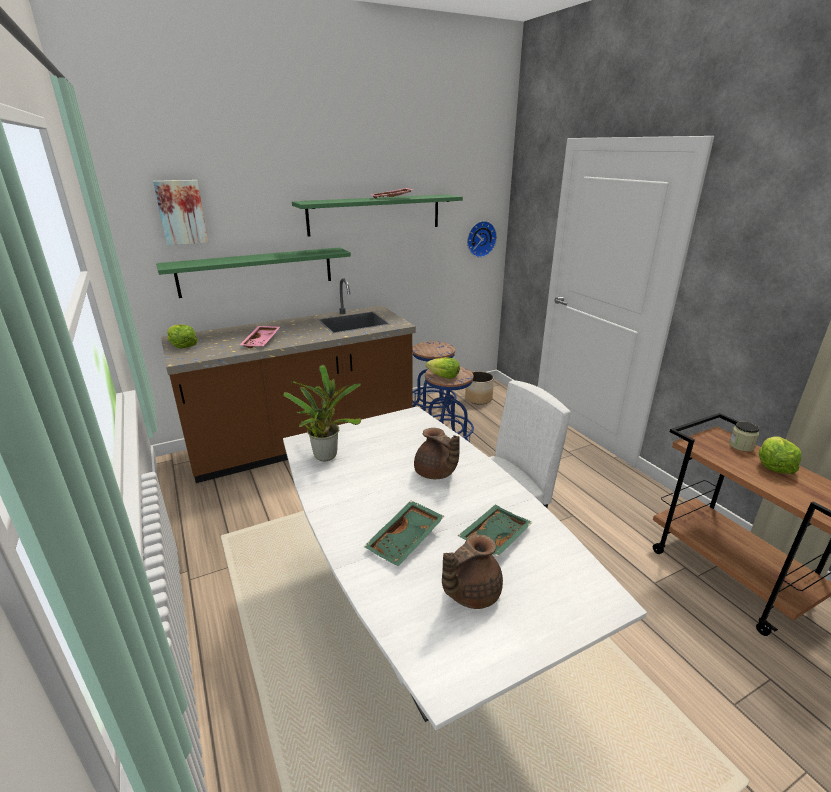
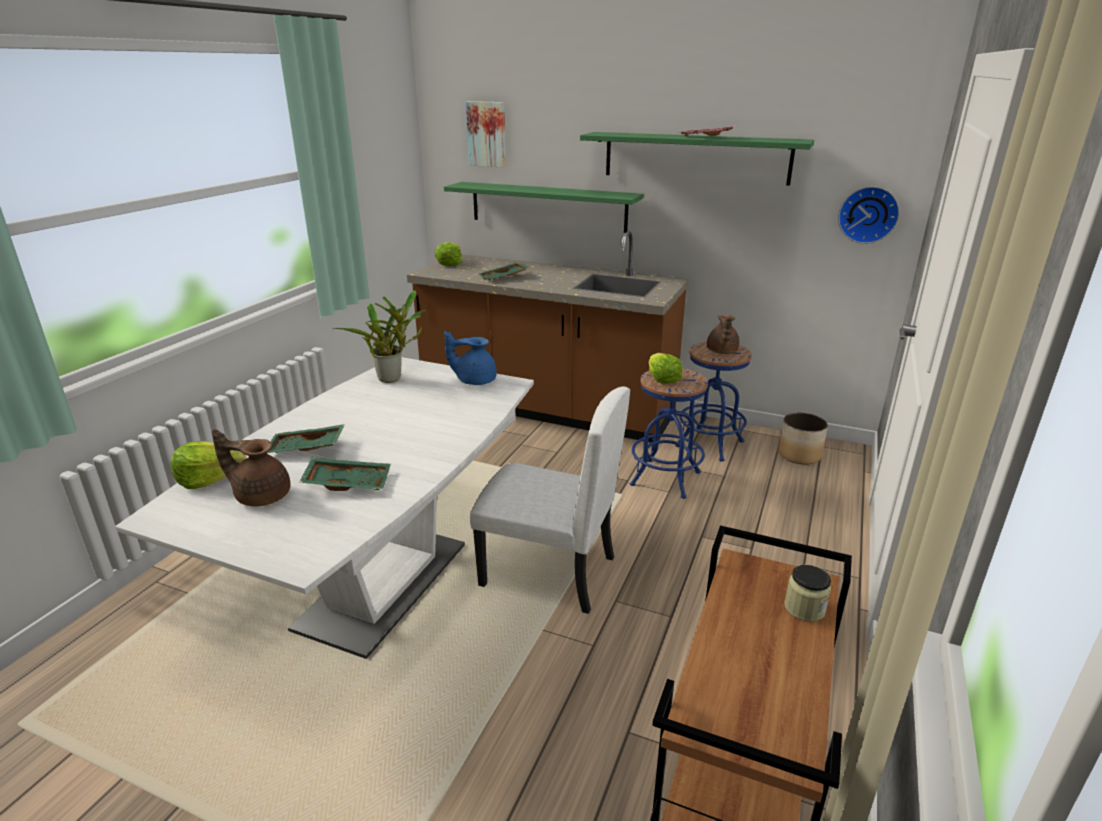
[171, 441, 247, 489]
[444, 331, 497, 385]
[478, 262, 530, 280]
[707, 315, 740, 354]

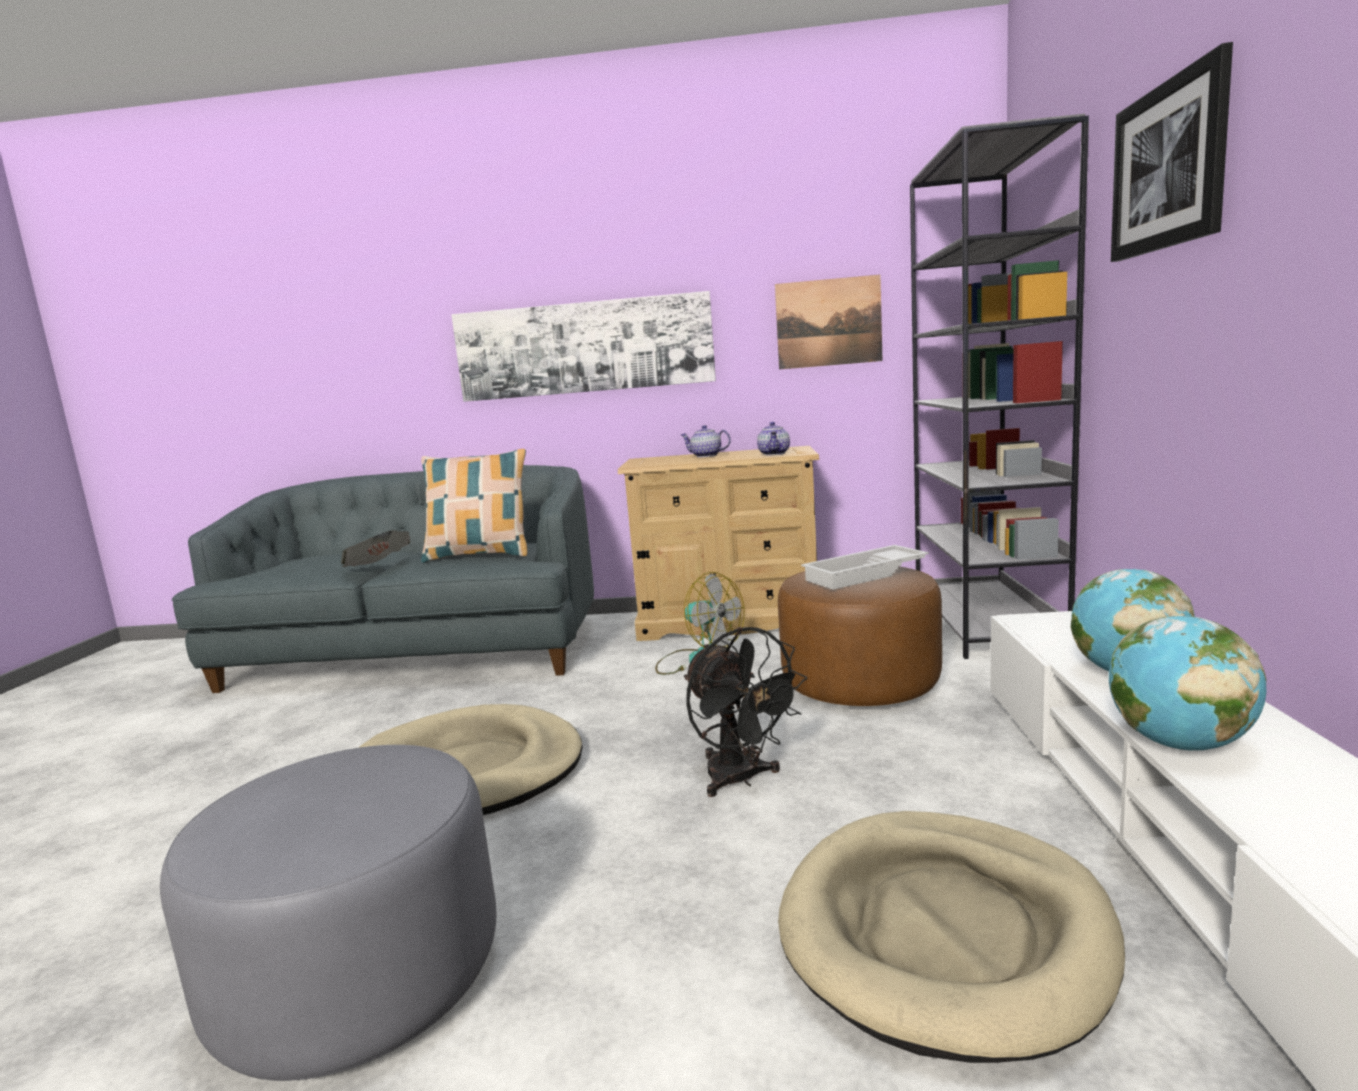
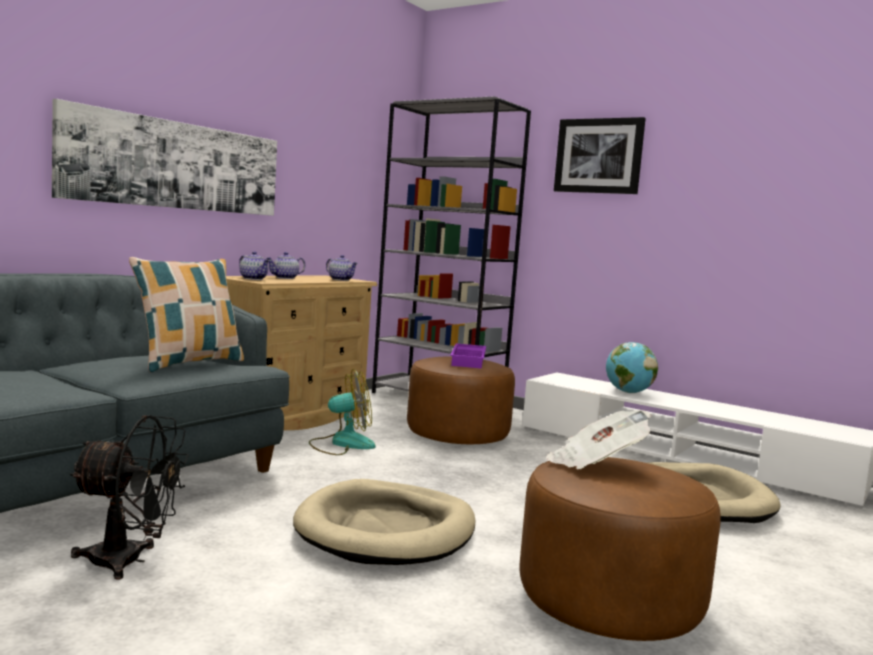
[69, 415, 189, 580]
[239, 251, 270, 280]
[450, 343, 486, 369]
[520, 457, 721, 641]
[546, 410, 652, 469]
[775, 275, 883, 370] (first image)
[1109, 616, 1266, 750] (first image)

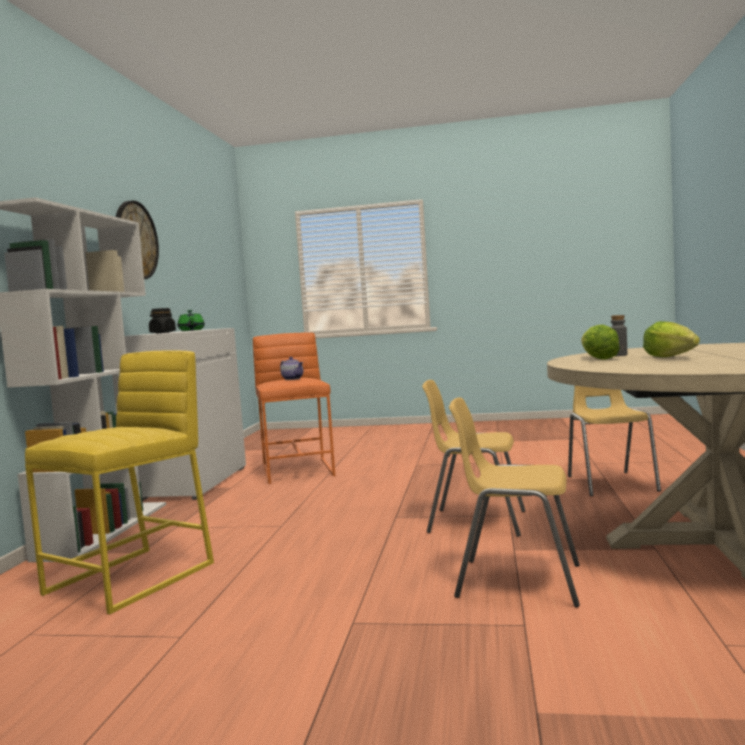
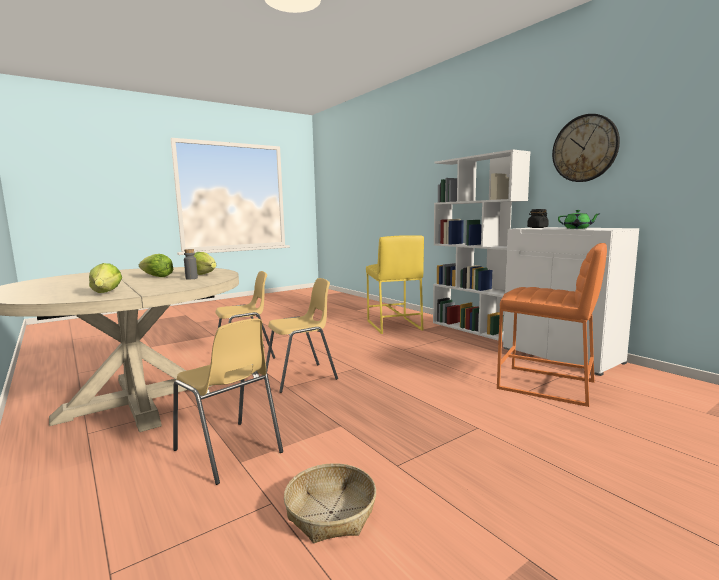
[89, 263, 122, 293]
[284, 463, 376, 543]
[280, 357, 303, 380] (first image)

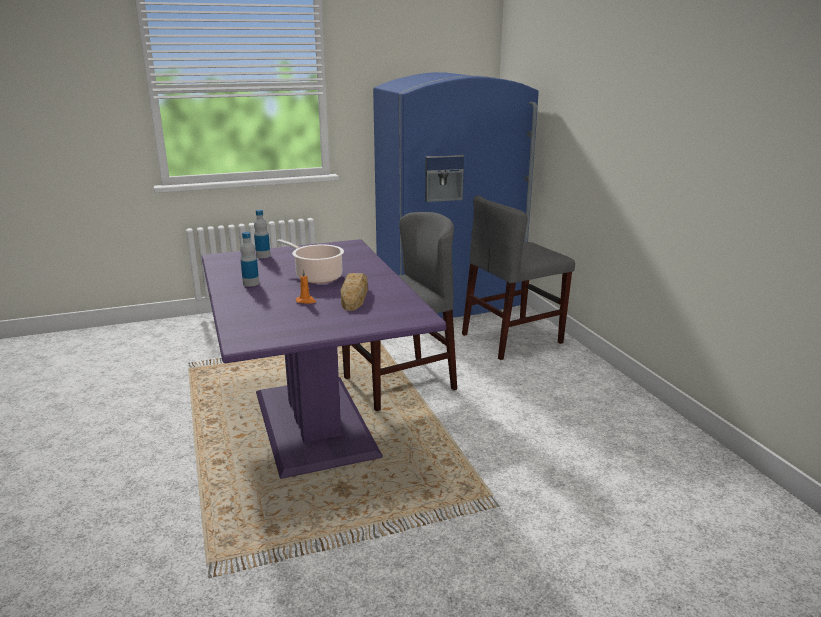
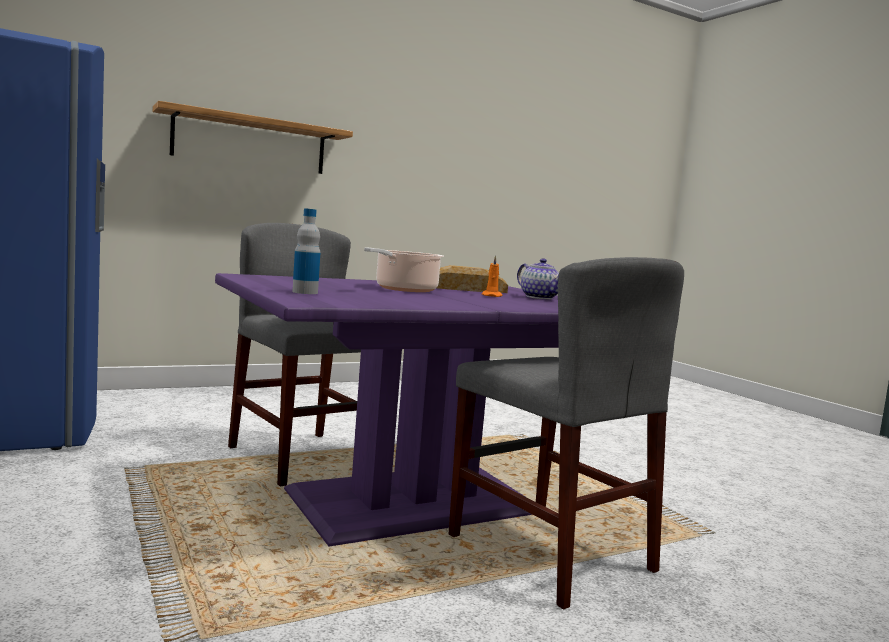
[153, 101, 353, 174]
[449, 257, 684, 610]
[517, 259, 559, 300]
[240, 232, 259, 287] (first image)

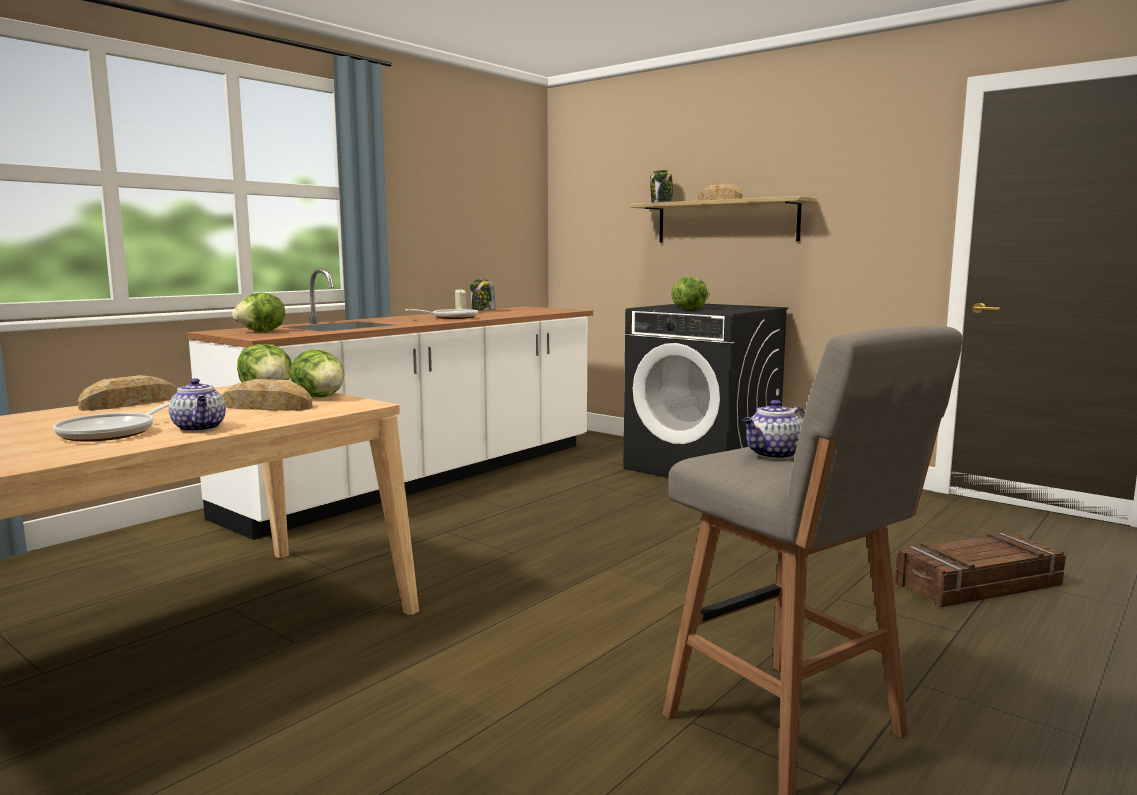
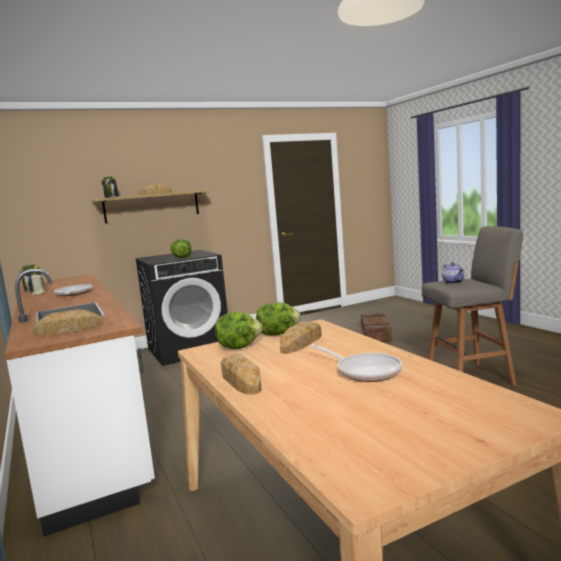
[32, 309, 103, 336]
[169, 378, 226, 432] (first image)

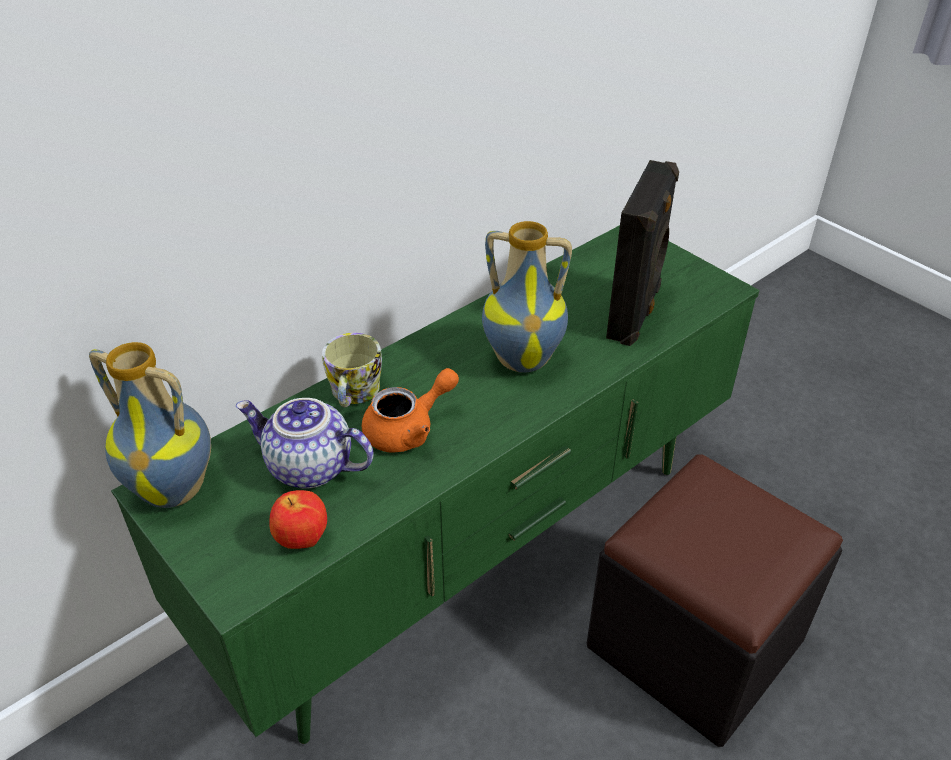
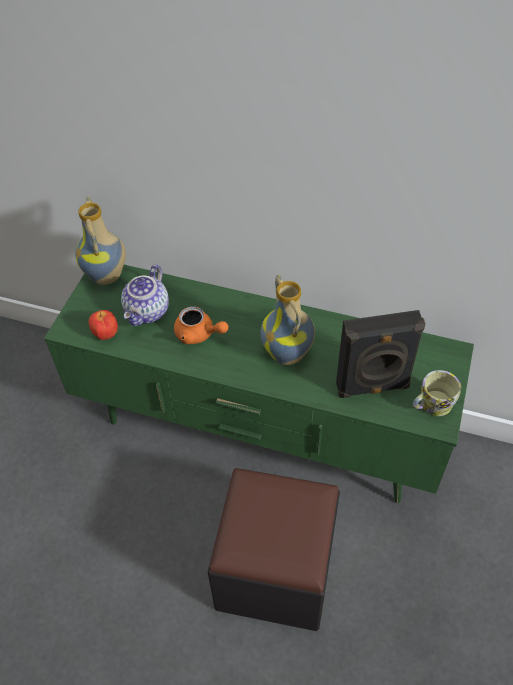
[121, 264, 169, 326]
[413, 370, 461, 416]

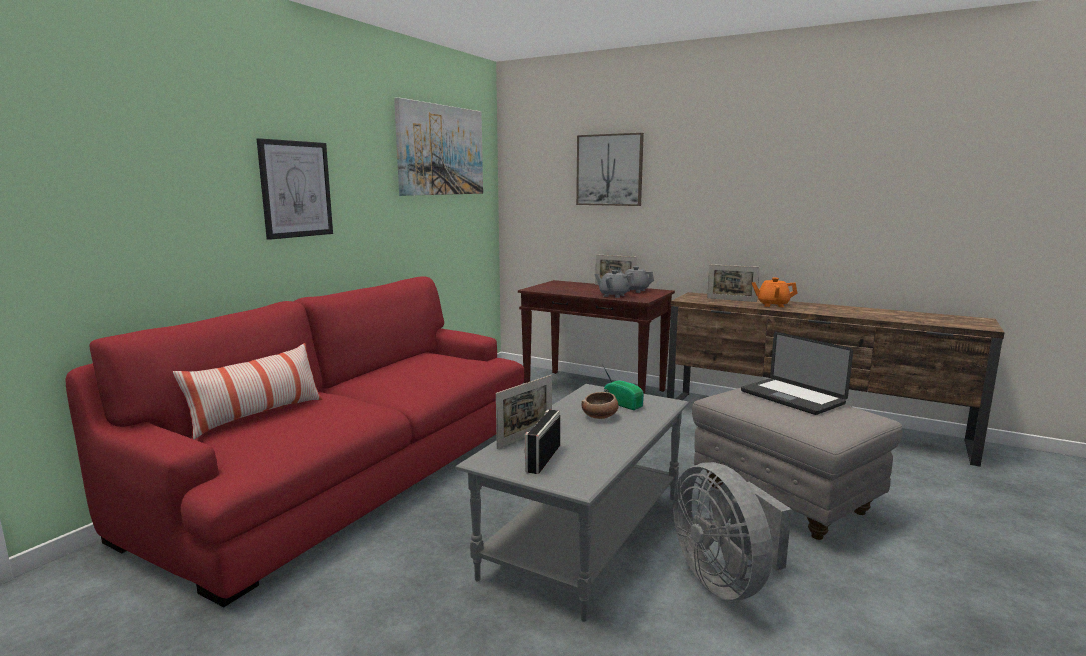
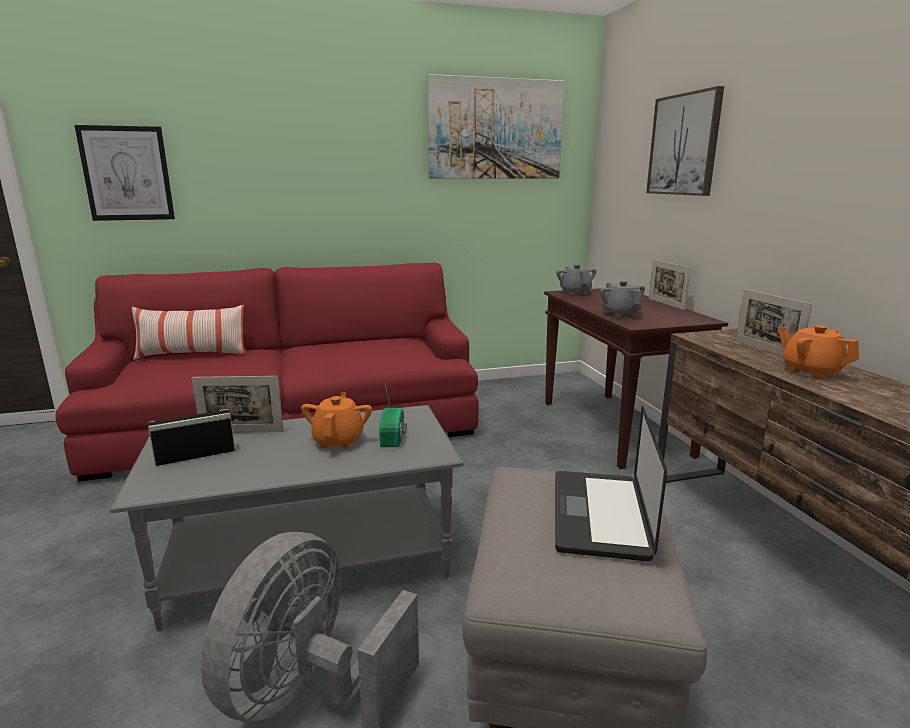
[74, 125, 175, 221]
[301, 393, 372, 449]
[556, 264, 597, 295]

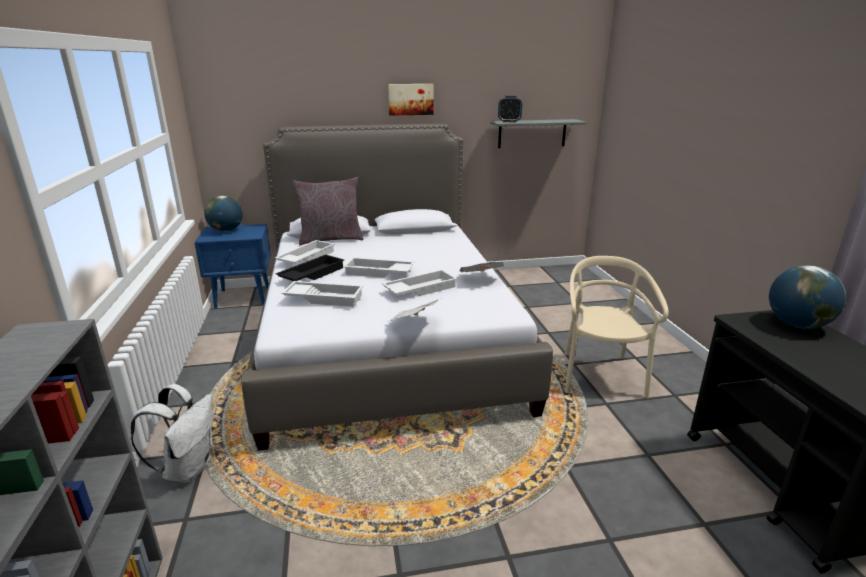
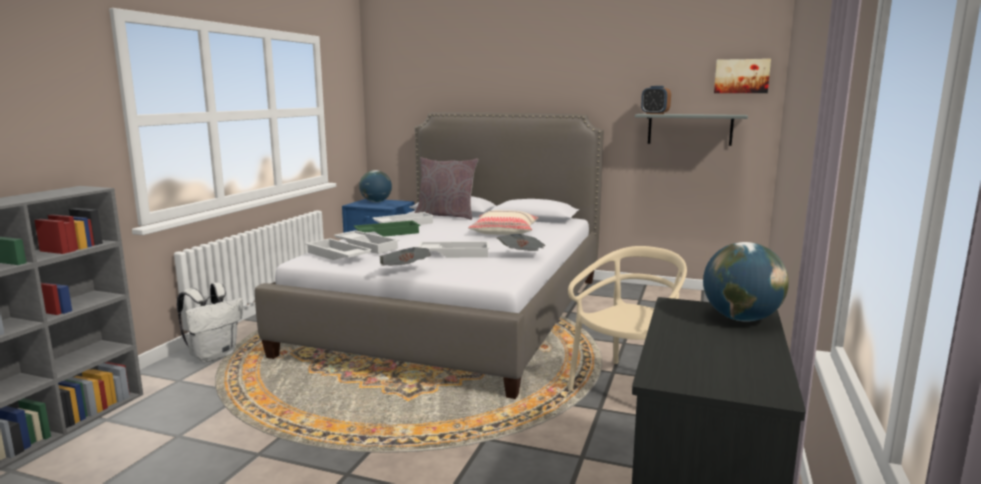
[305, 238, 373, 260]
[354, 220, 420, 237]
[468, 210, 538, 235]
[714, 59, 771, 93]

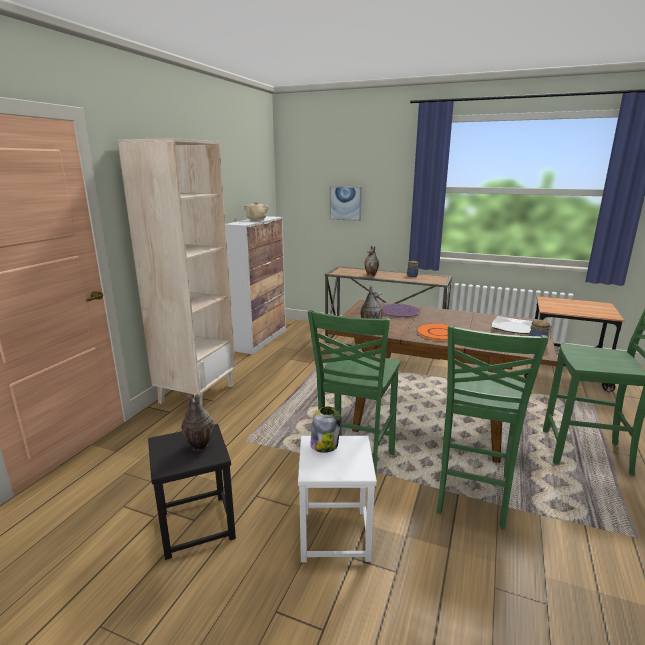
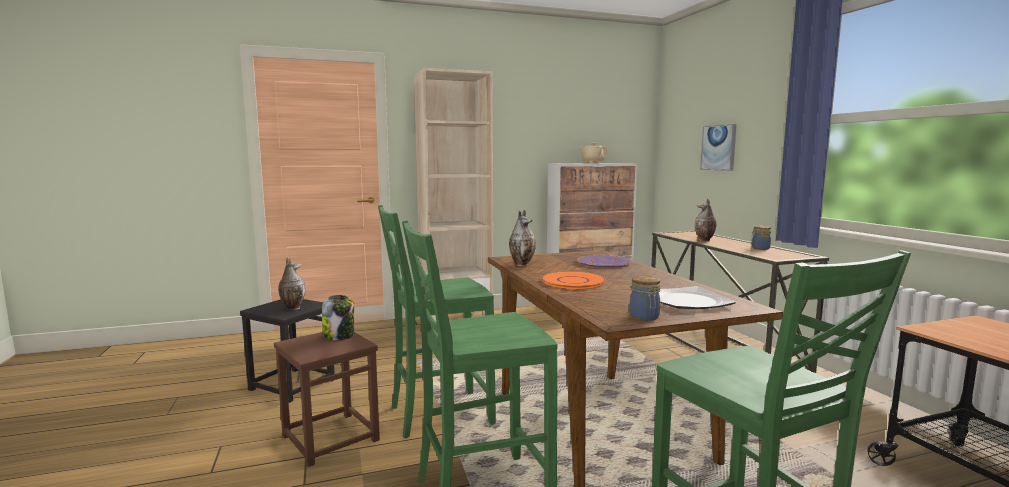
[274, 332, 380, 467]

